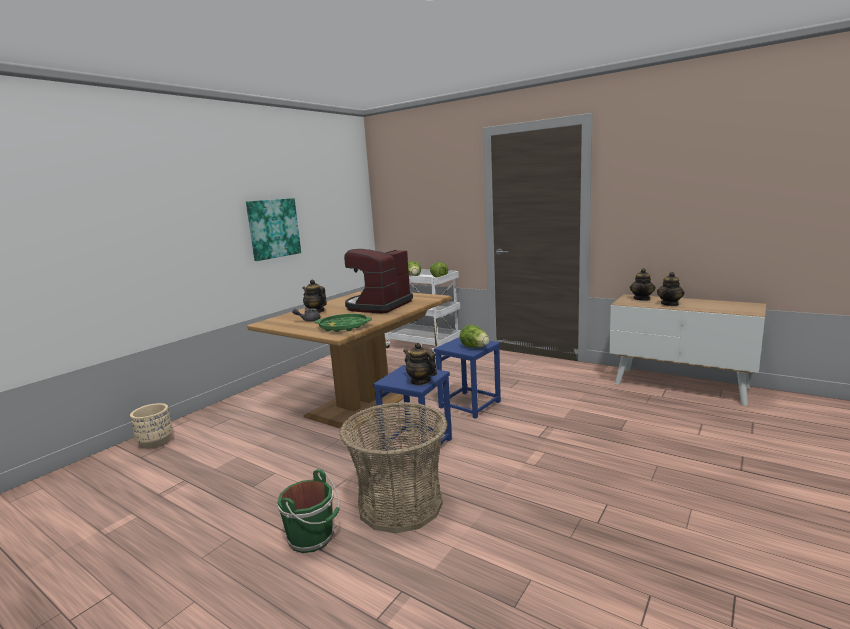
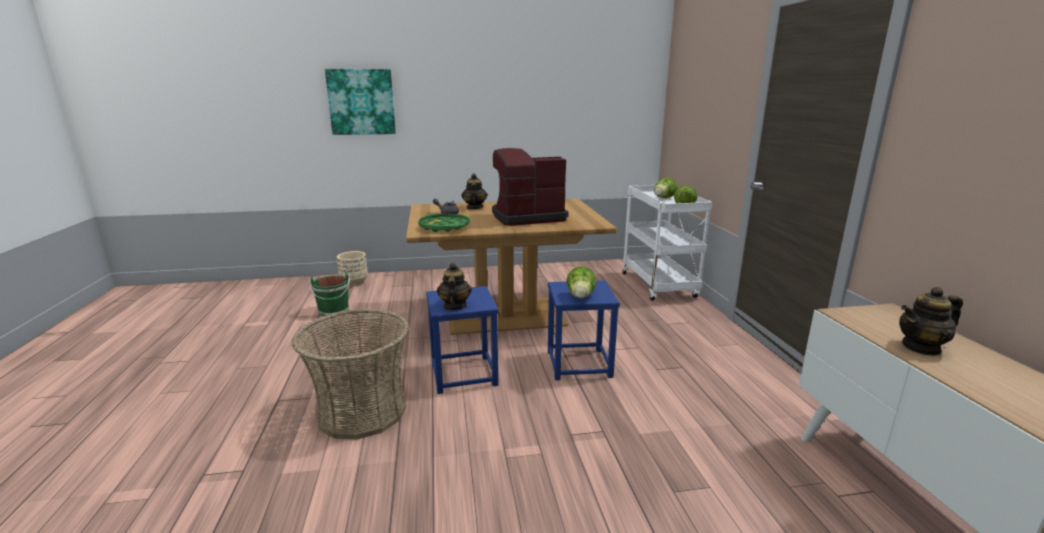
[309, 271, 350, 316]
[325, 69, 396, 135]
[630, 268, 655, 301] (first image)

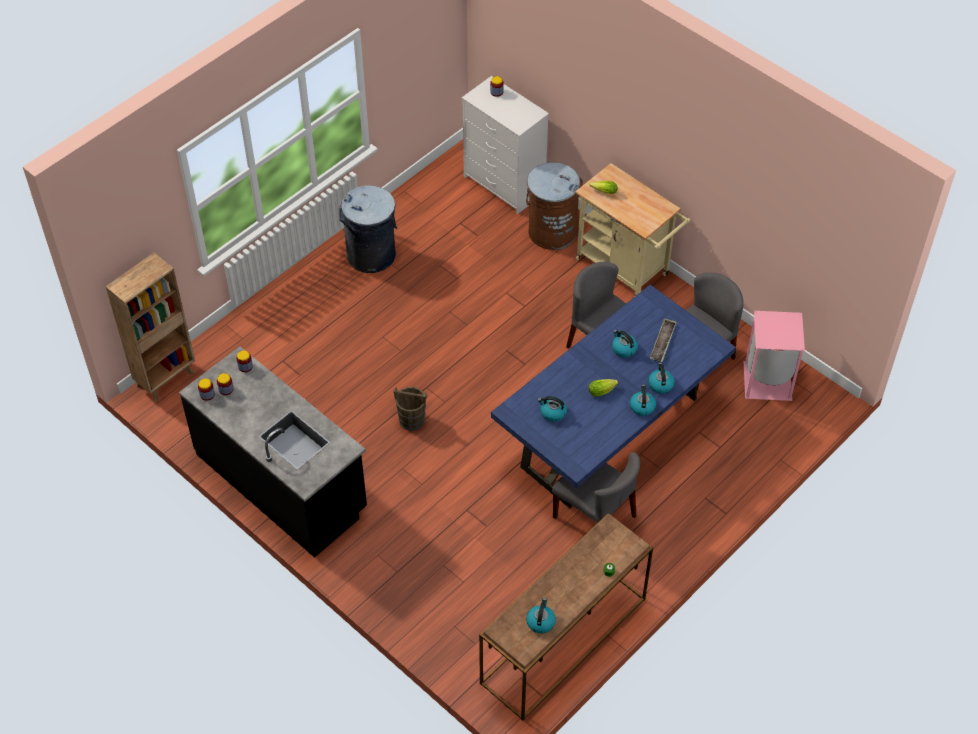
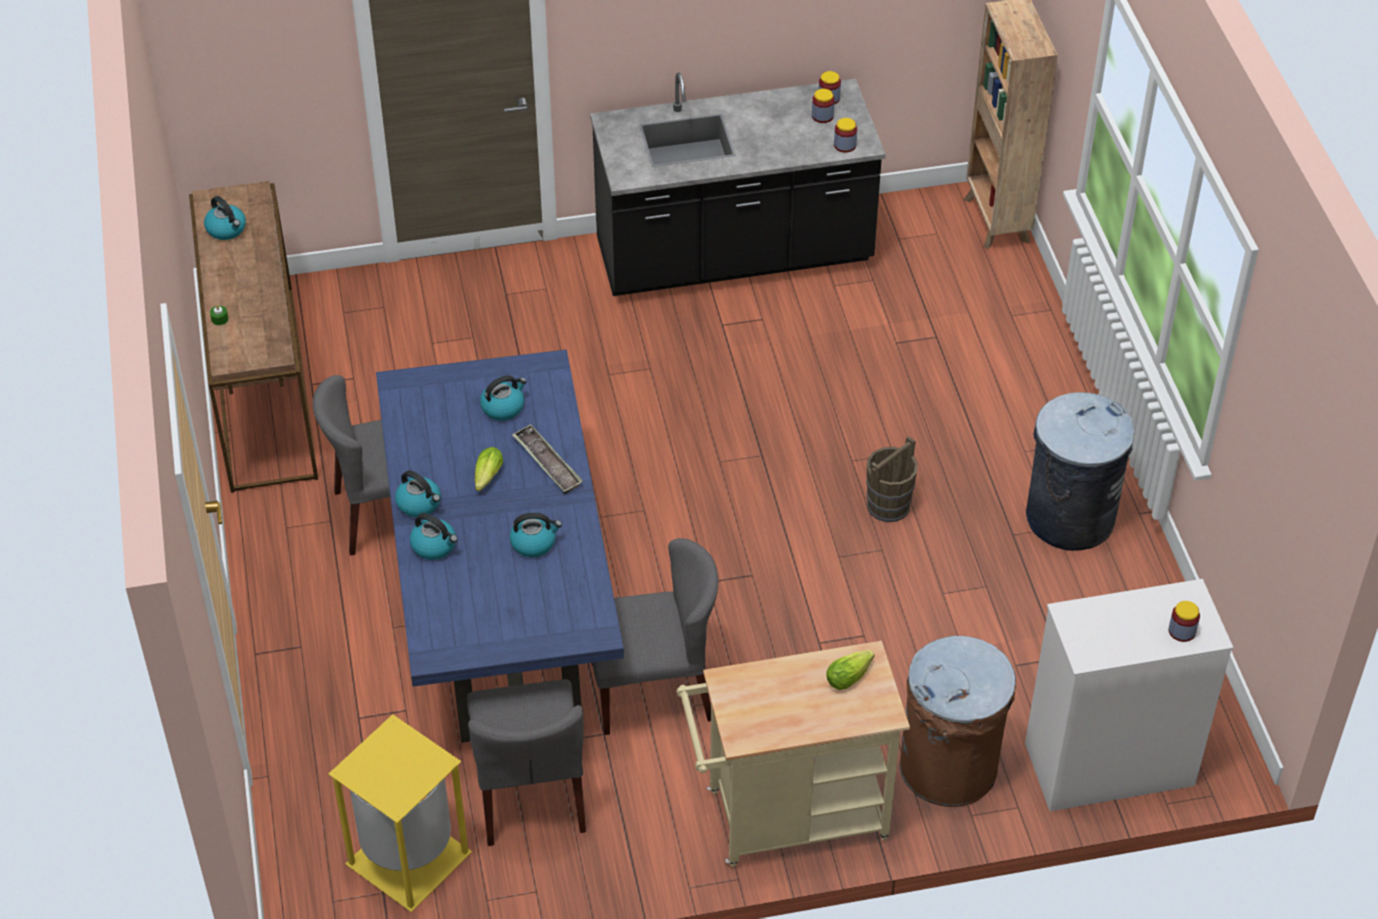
[328, 714, 472, 912]
[512, 424, 583, 494]
[866, 436, 918, 522]

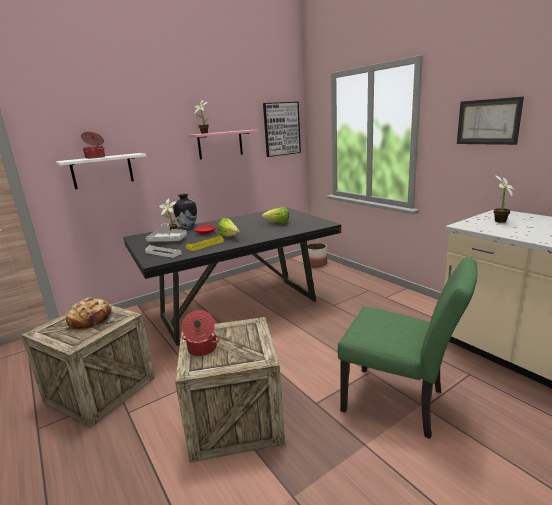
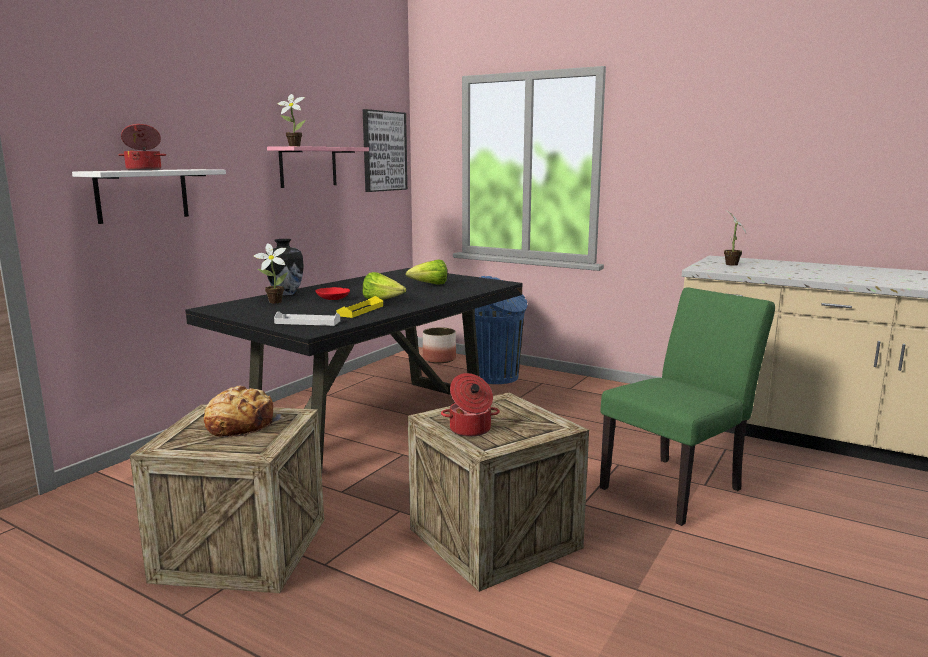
[475, 276, 528, 384]
[600, 287, 775, 526]
[146, 223, 187, 242] (first image)
[457, 97, 524, 145] (first image)

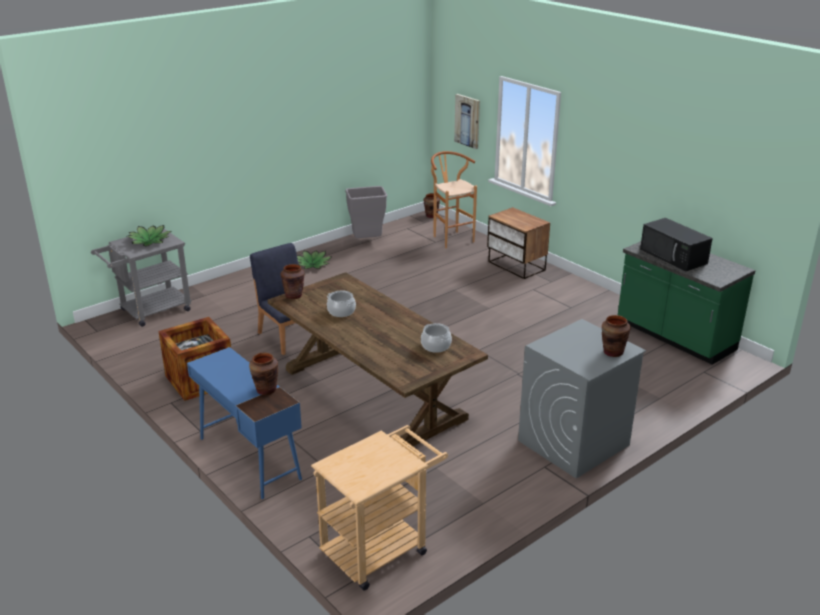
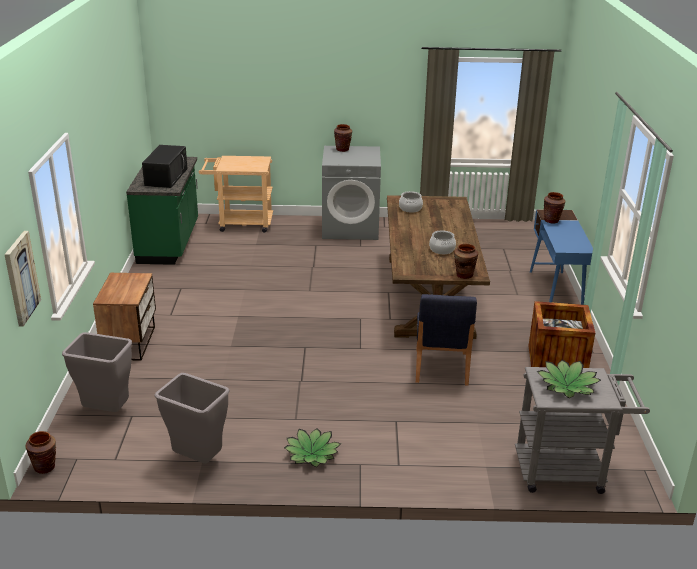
[62, 332, 132, 412]
[199, 156, 273, 233]

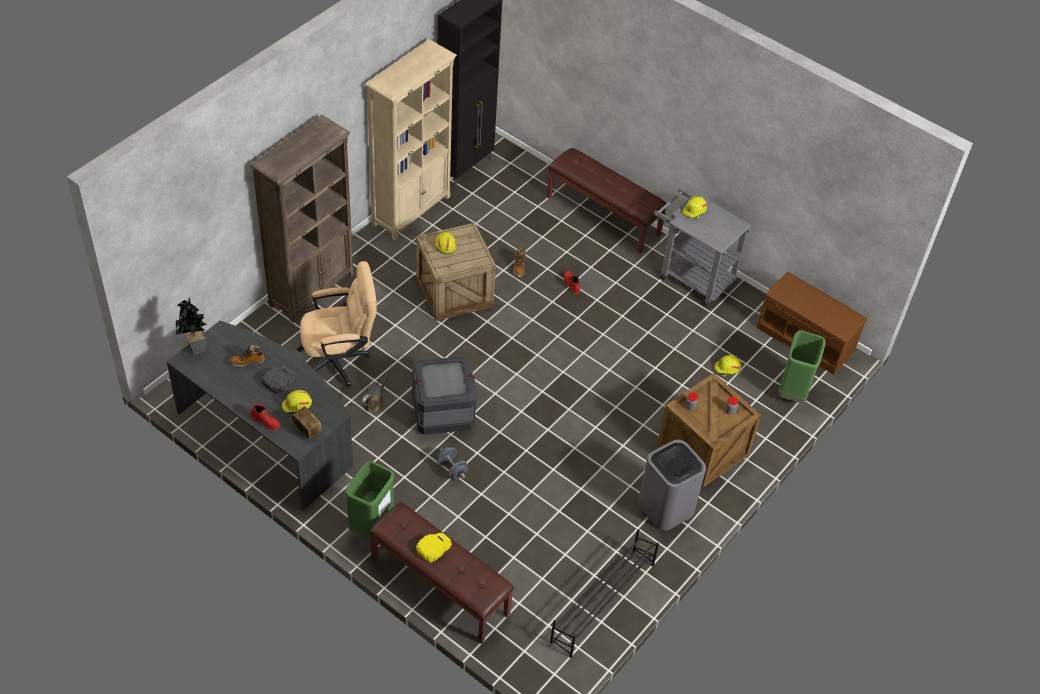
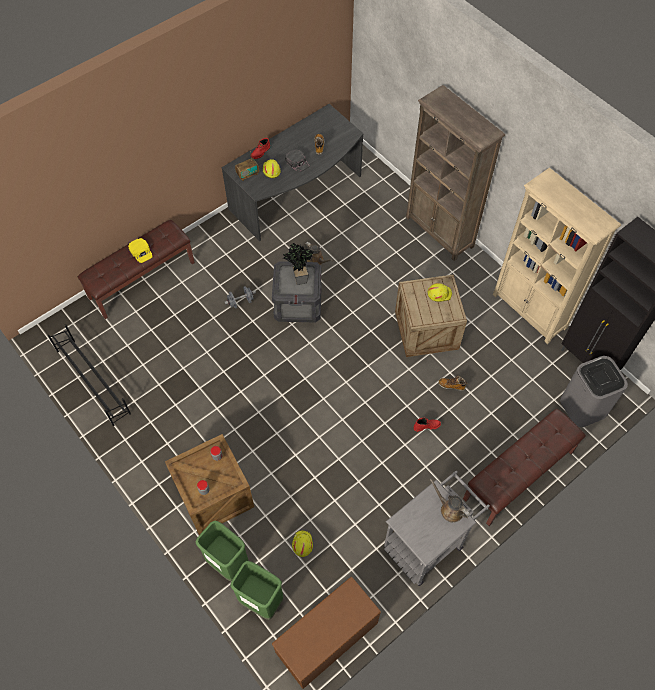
[195, 520, 249, 581]
[283, 243, 314, 285]
[430, 479, 470, 523]
[560, 356, 628, 427]
[297, 261, 377, 386] (first image)

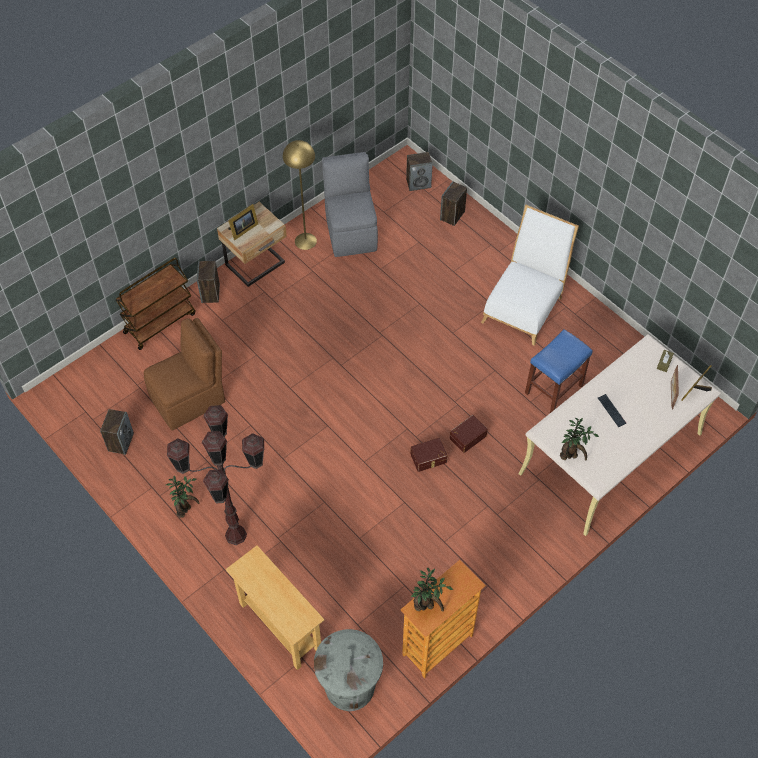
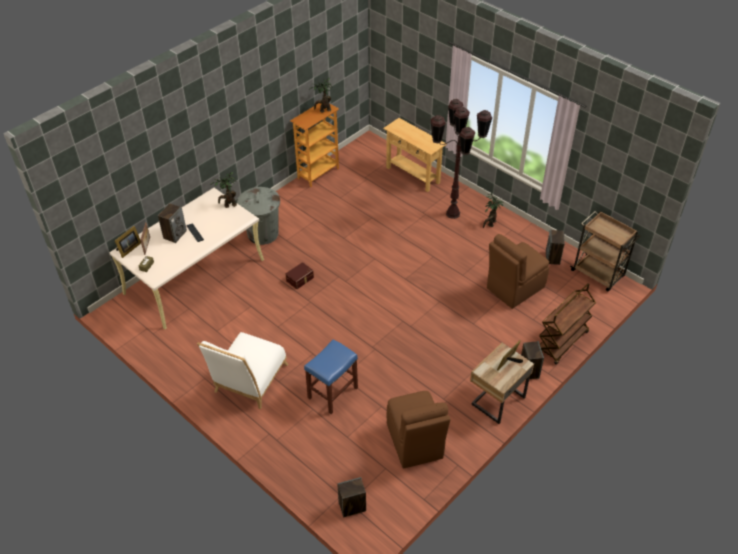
[158, 203, 187, 243]
[237, 187, 280, 245]
[304, 339, 358, 414]
[387, 391, 450, 468]
[570, 211, 641, 291]
[283, 140, 317, 250] (first image)
[410, 438, 447, 472] (first image)

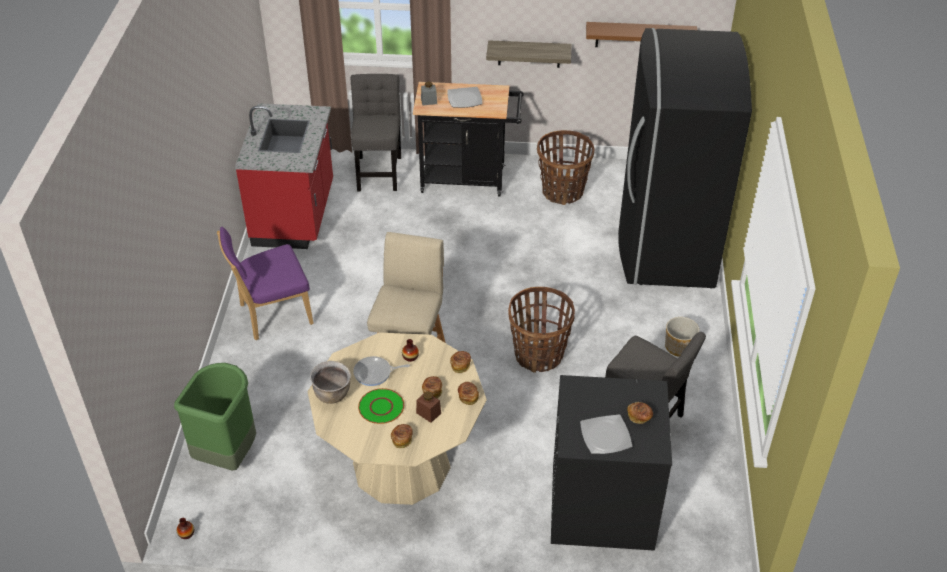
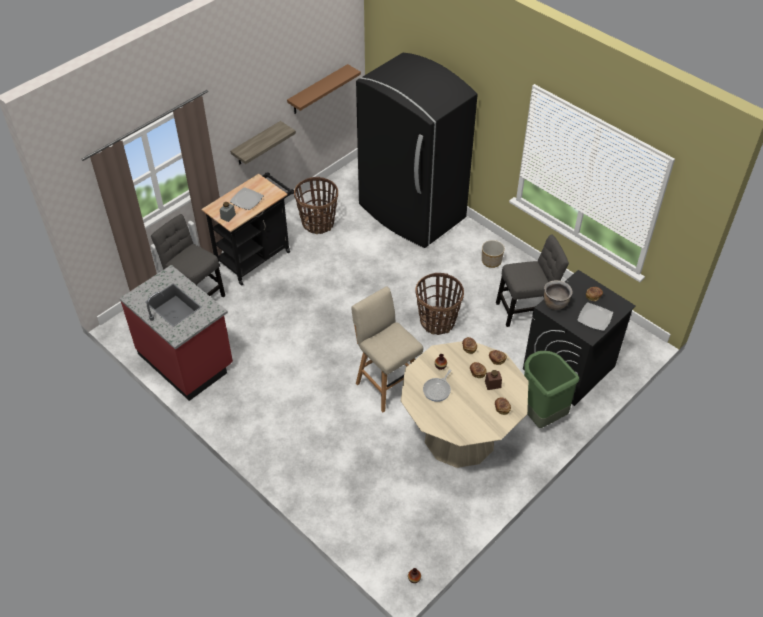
[524, 351, 579, 428]
[544, 280, 573, 310]
[217, 227, 314, 340] (first image)
[358, 388, 404, 424] (first image)

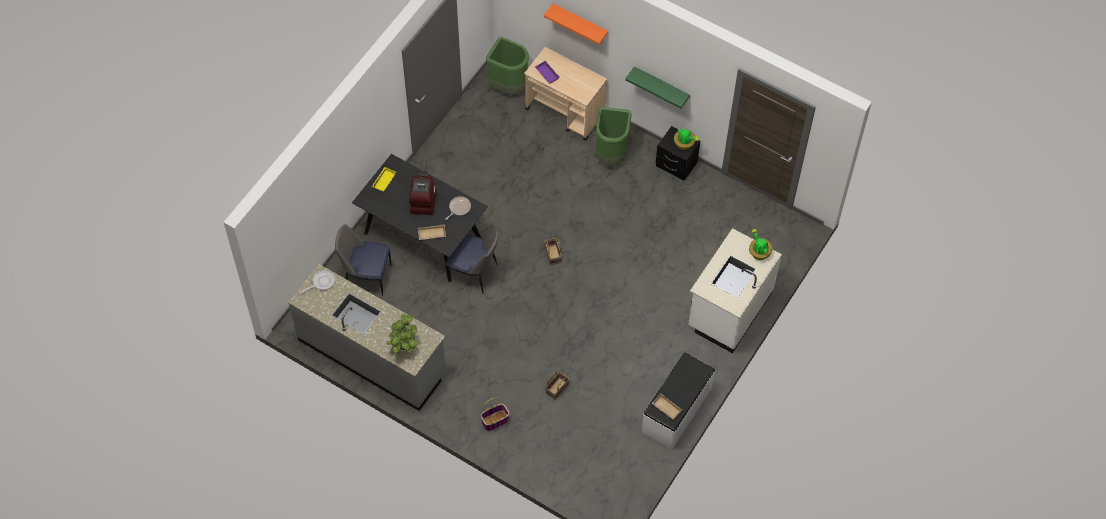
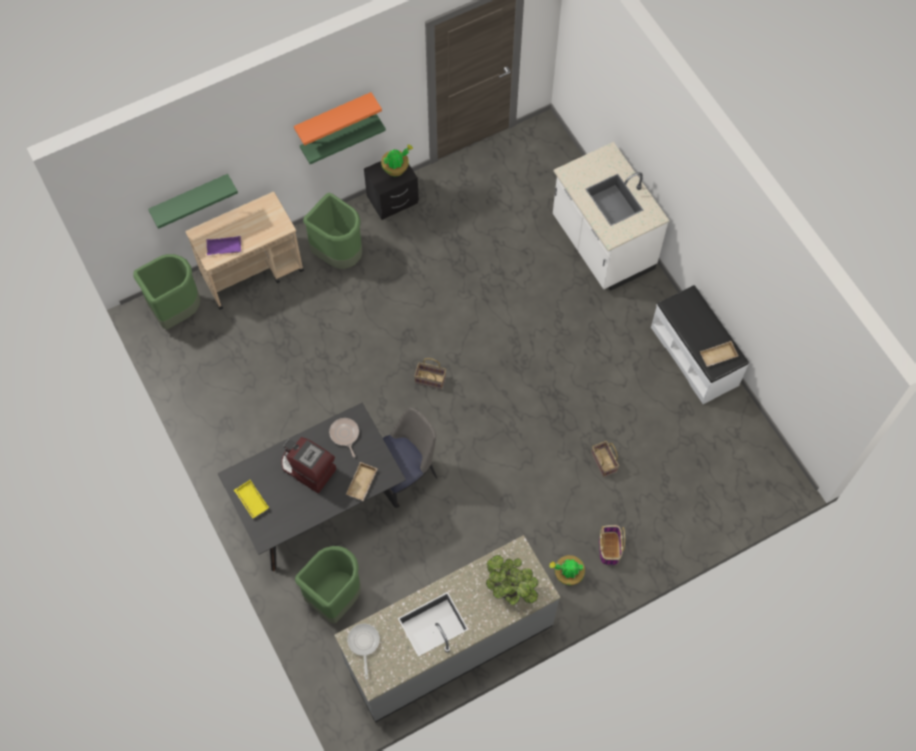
[148, 174, 238, 229]
[294, 92, 382, 146]
[295, 546, 361, 623]
[549, 555, 585, 585]

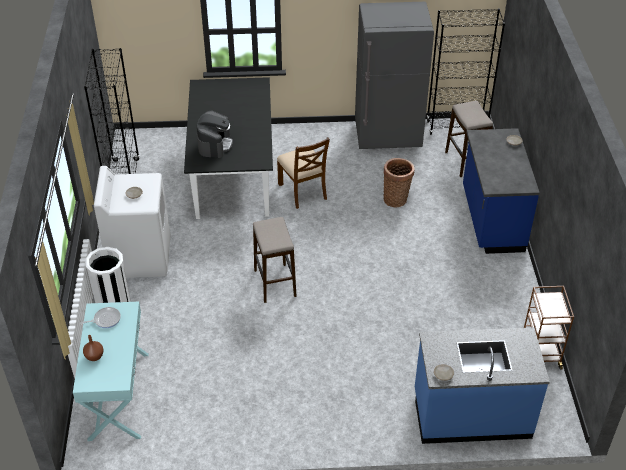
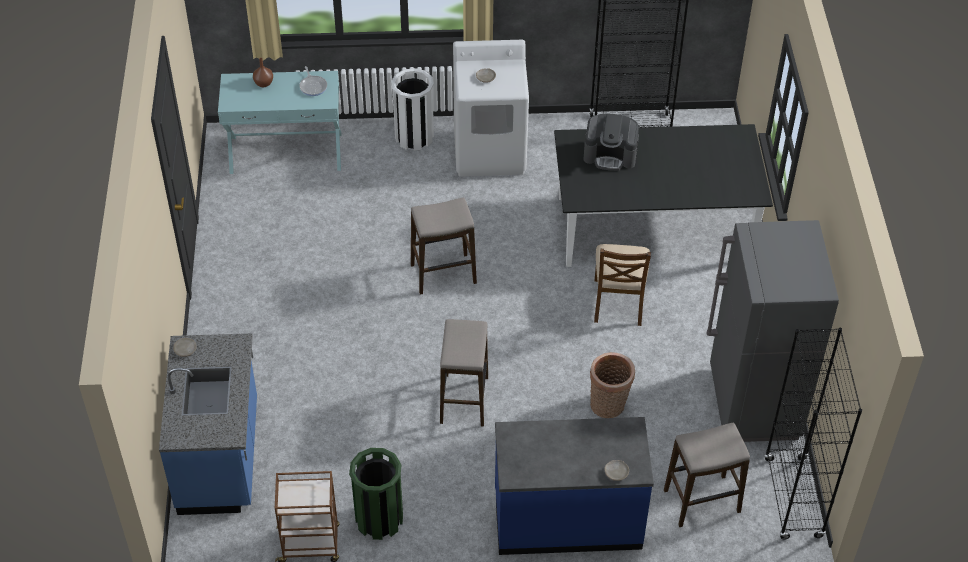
[349, 448, 403, 540]
[440, 319, 488, 427]
[594, 244, 651, 326]

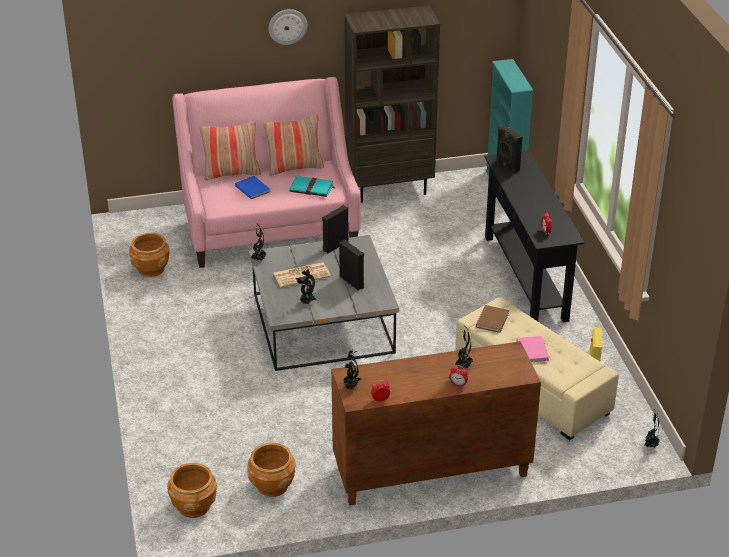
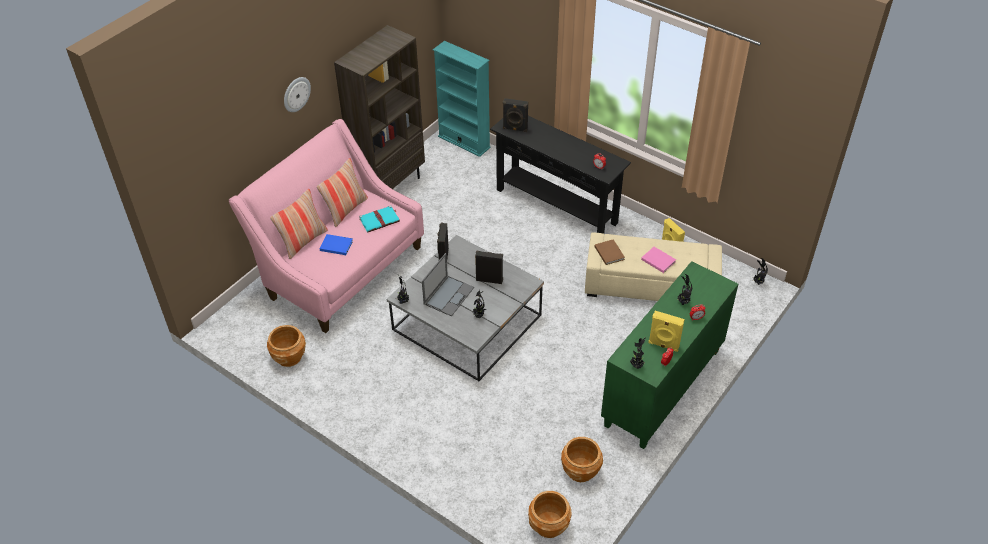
[422, 253, 474, 316]
[601, 261, 738, 449]
[648, 311, 685, 352]

